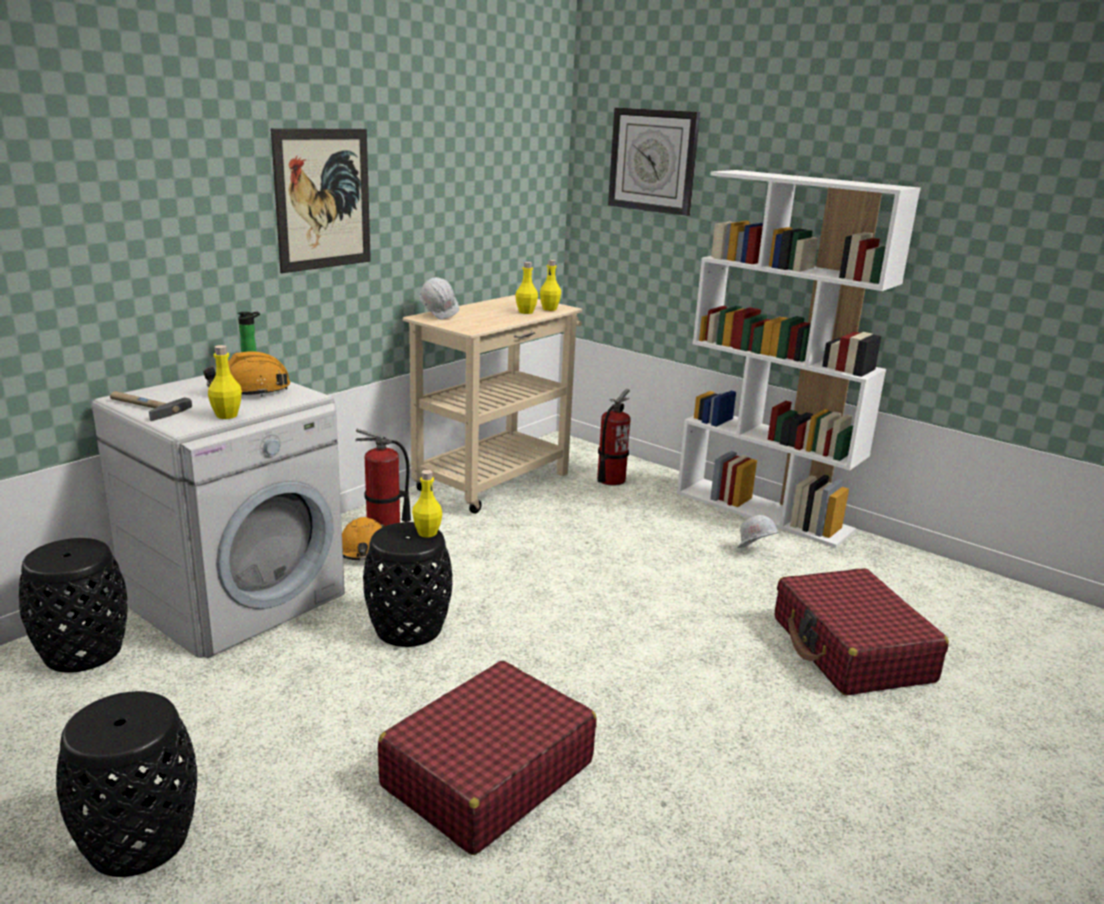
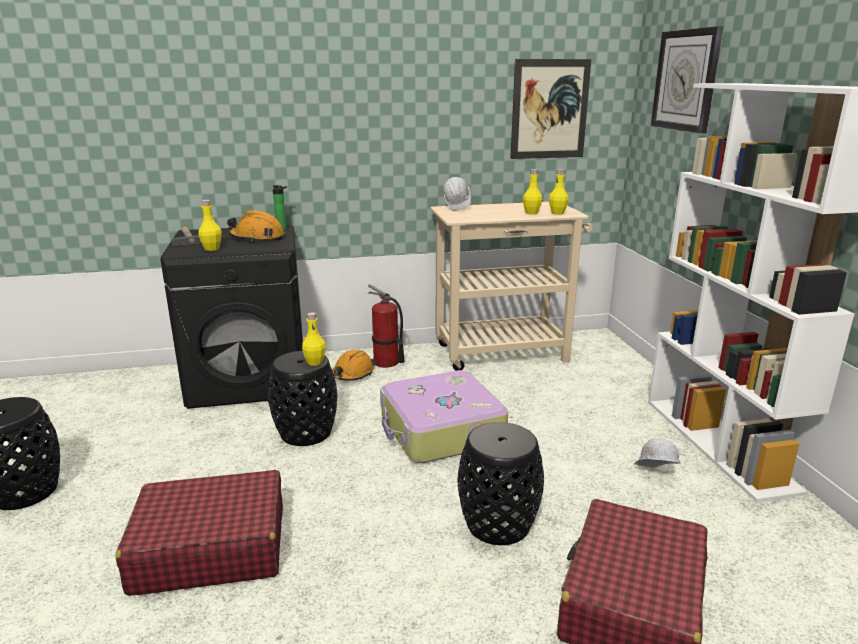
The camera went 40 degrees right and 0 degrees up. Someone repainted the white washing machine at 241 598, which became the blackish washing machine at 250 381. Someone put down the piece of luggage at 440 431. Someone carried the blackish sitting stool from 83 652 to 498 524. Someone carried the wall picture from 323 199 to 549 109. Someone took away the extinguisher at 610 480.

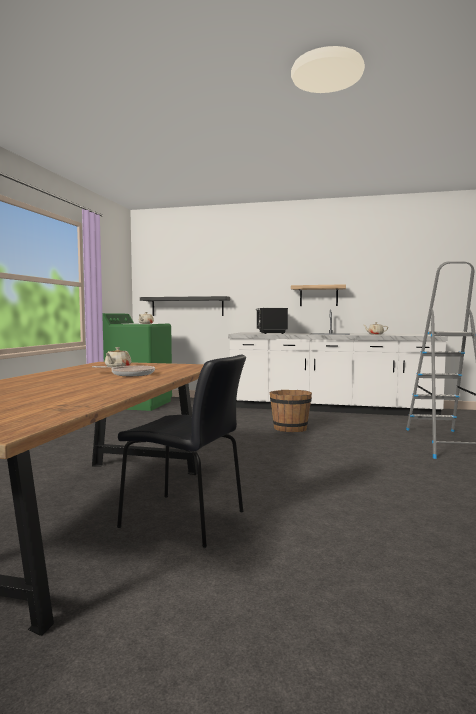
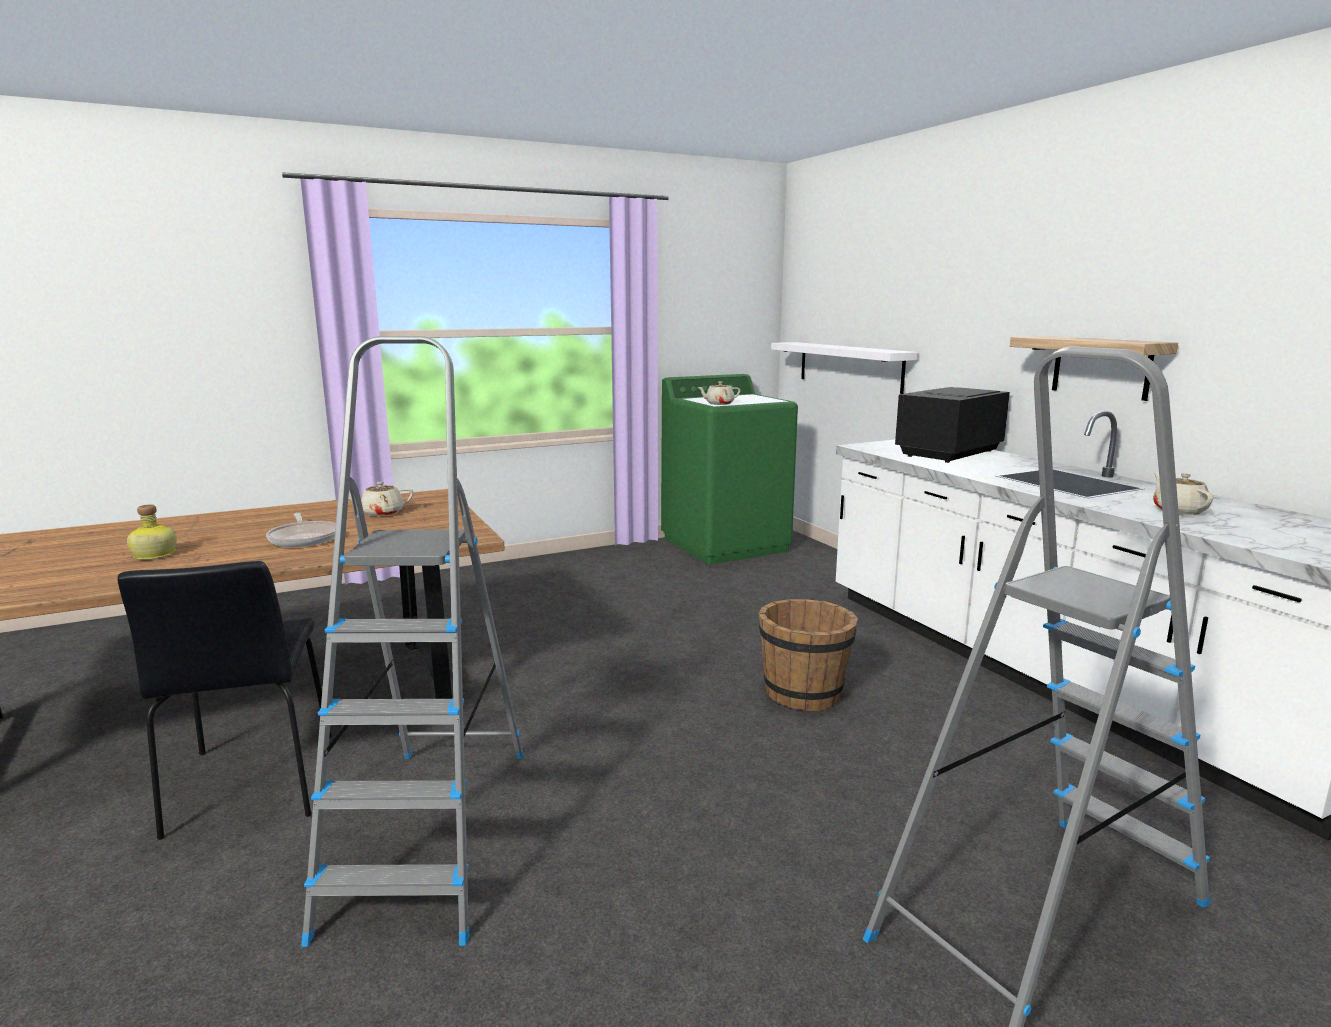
The camera went 50 degrees right and 10 degrees up. Someone put down the bottle at 153 555. Someone put down the grey stepladder at 431 834. Someone repainted the blackish wall shelf at 187 306, which became the white wall shelf at 849 366.

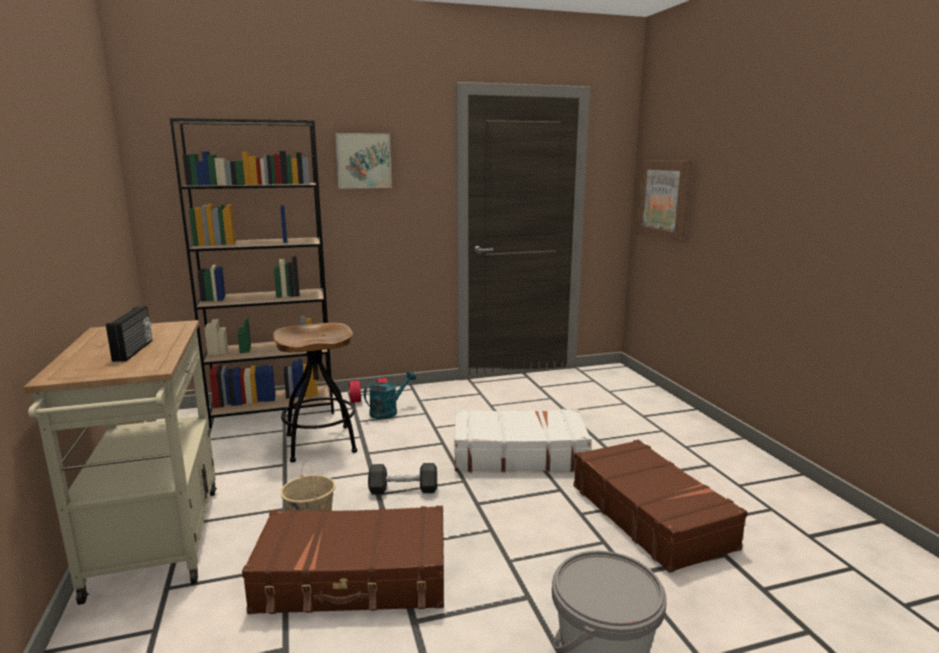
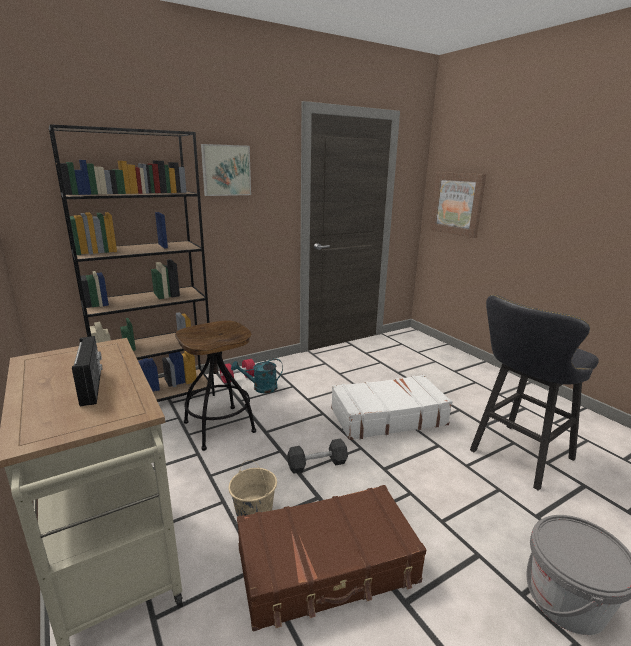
The camera went 15 degrees left and 5 degrees up. Someone rotated the blue-green sprinkling can at 388 411 by 135 degrees counterclockwise. Someone swapped the brownish piece of luggage at 651 515 for the blackish sitting stool at 515 459.

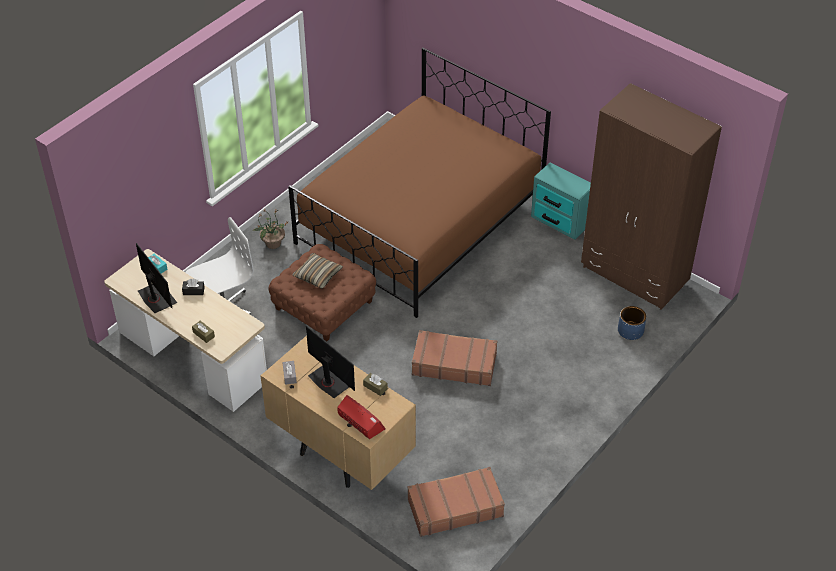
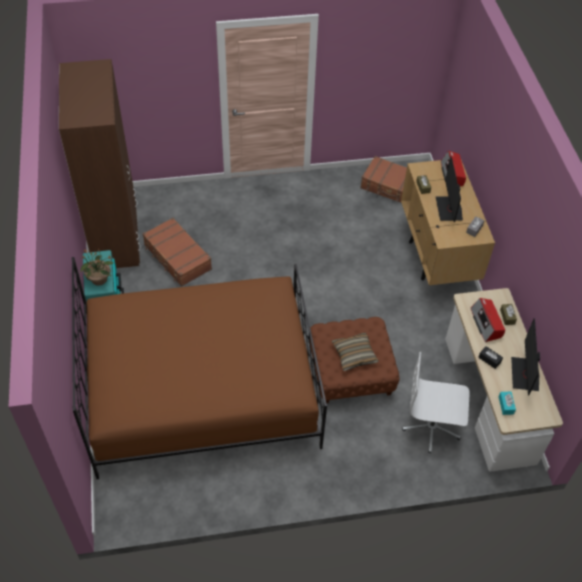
The camera went 140 degrees left and 5 degrees up. Someone carried the potted plant from 272 243 to 99 280. Someone carried the brownish piece of luggage from 454 364 to 177 257. Someone put down the radio at 486 323. Someone took away the blue plant pot at 630 331.

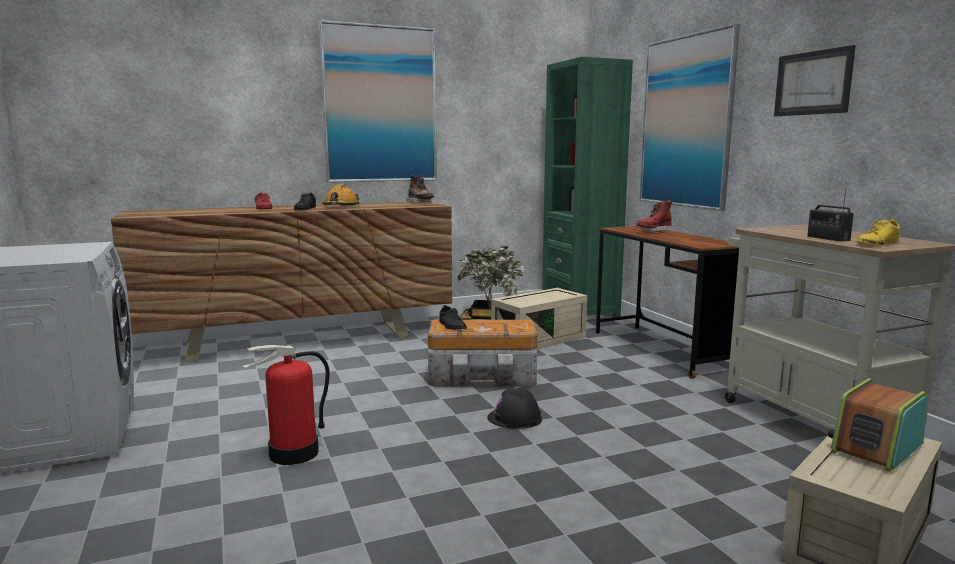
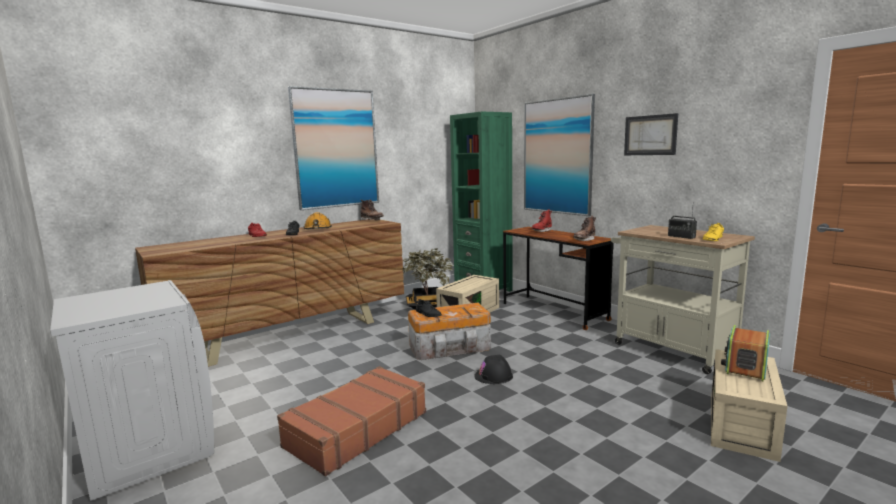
The camera went 15 degrees left and 0 degrees up. Someone swapped the extinguisher at 294 454 for the brownish piece of luggage at 356 429. Someone put down the brownish tall boot at 584 240.

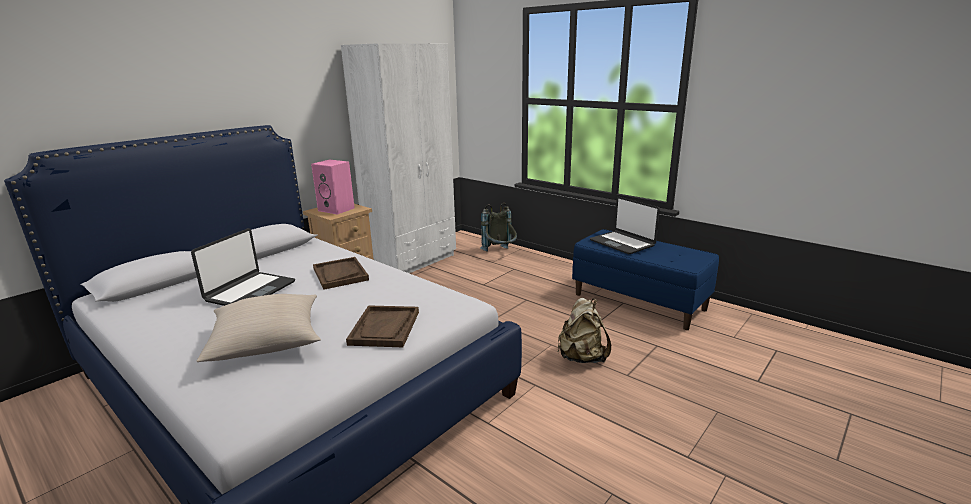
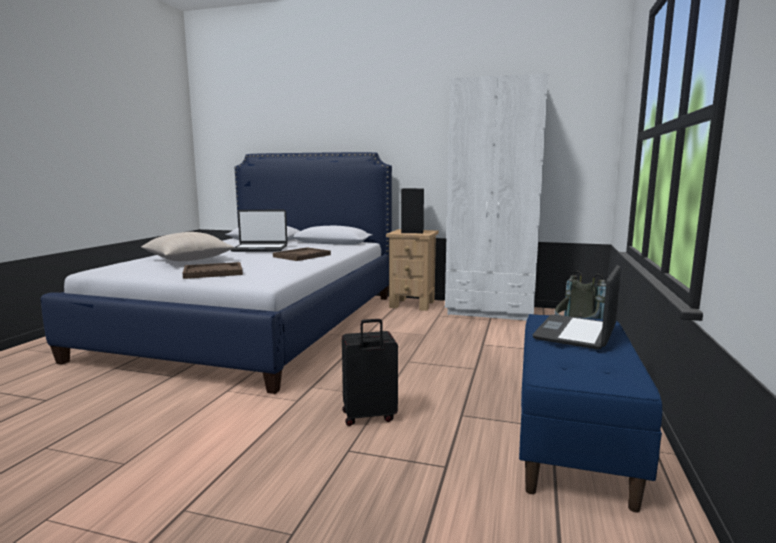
The camera went 65 degrees right and 10 degrees down. Someone swapped the sand-coloured rucksack at 582 357 for the blackish piece of luggage at 369 417. Someone repainted the pink-coloured loudspeaker at 337 209, which became the blackish loudspeaker at 413 231.

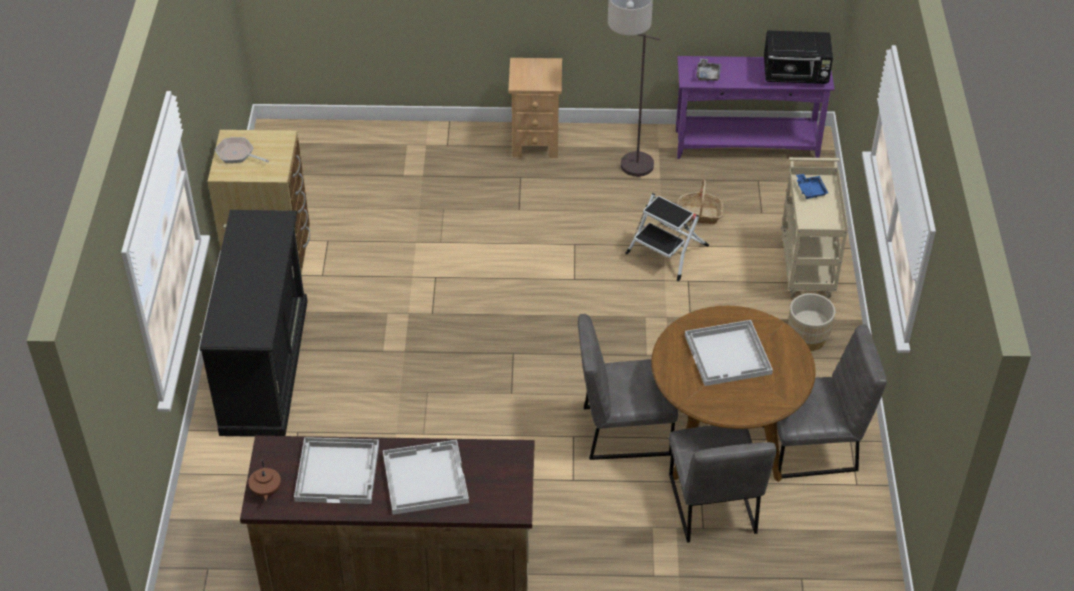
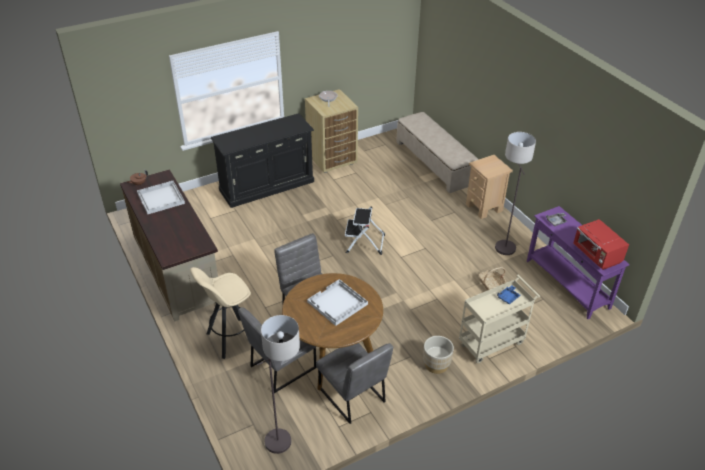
The camera went 60 degrees right and 5 degrees down. Someone put down the sand-coloured sitting stool at 230 338. Someone put down the grey standard lamp at 285 438. Someone carried the stepladder from 667 251 to 364 242. Someone put down the sand-coloured bench at 435 162. Someone repainted the blackish microwave oven at 796 75, which became the reddish microwave oven at 597 255. Someone took away the white serving tray at 424 478.

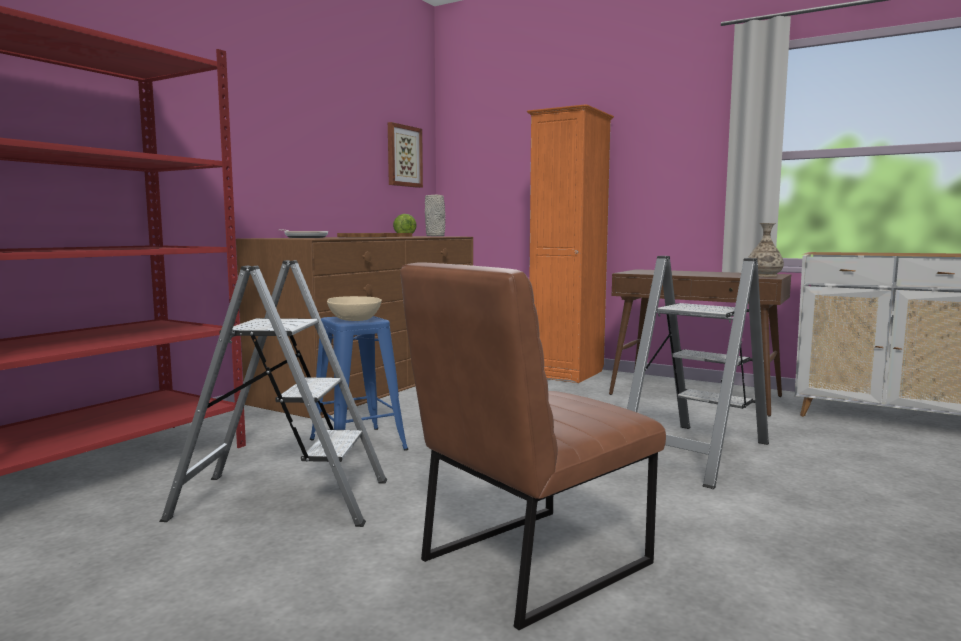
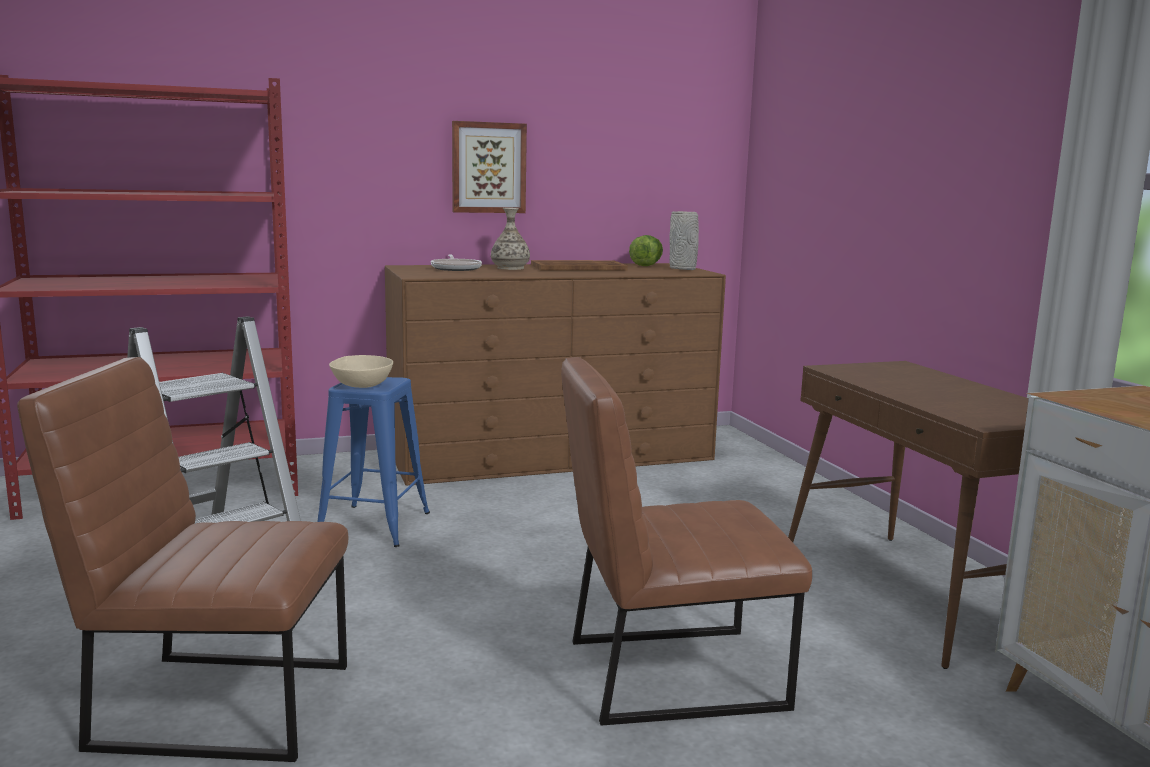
The camera went 40 degrees right and 5 degrees up. Someone carried the wall picture from 403 156 to 488 167. Someone carried the vase from 764 276 to 510 268. Someone swapped the grey stepladder at 694 453 for the brownish upright chair at 668 673. Someone took away the orange-coloured storage cabinet at 567 374.

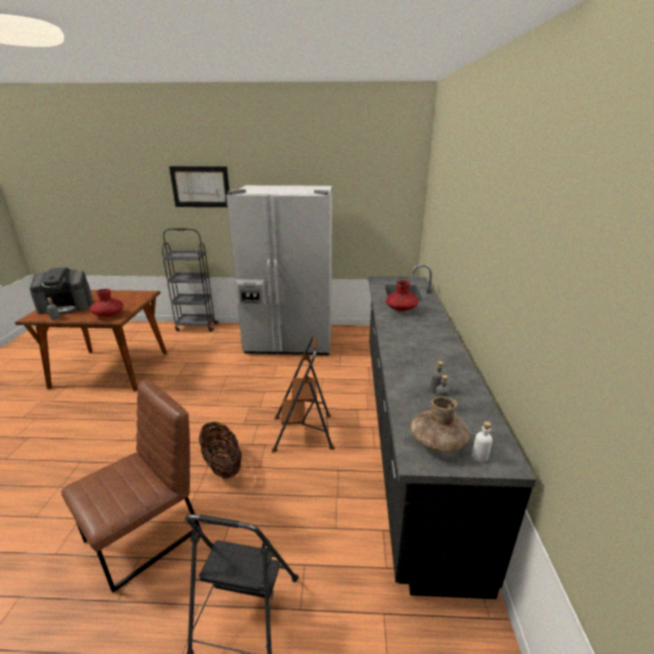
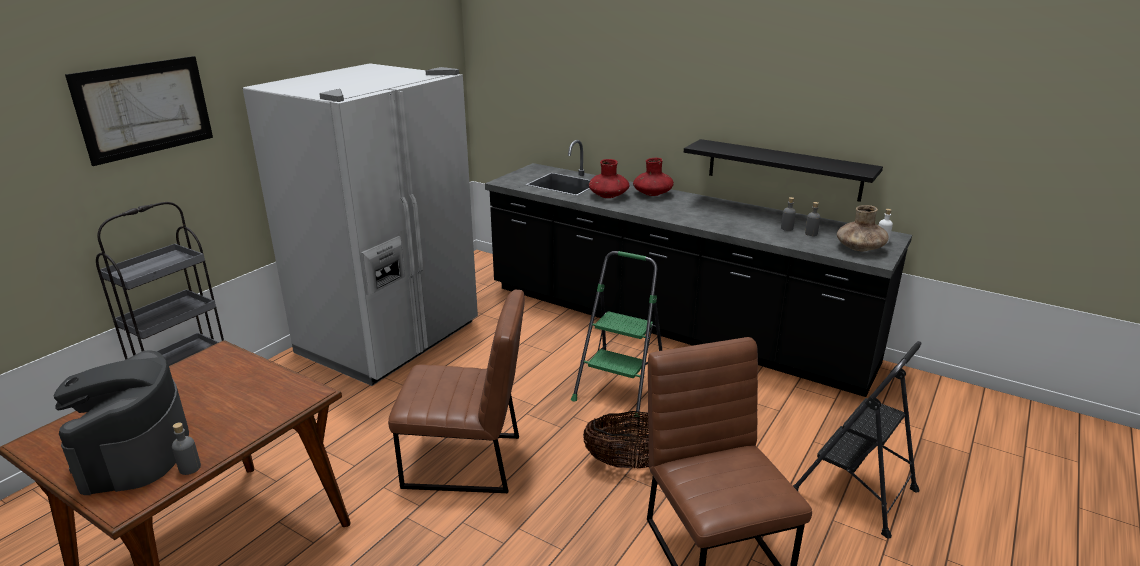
The camera went 60 degrees left and 0 degrees up. Someone rotated the coffee machine at 67 307 by 150 degrees clockwise. Someone put down the brownish upright chair at 466 462. Someone repainted the brownish stepladder at 305 432, which became the green stepladder at 621 386. Someone carried the reddish vase from 108 314 to 652 194. Someone put up the blackish wall shelf at 783 169.

